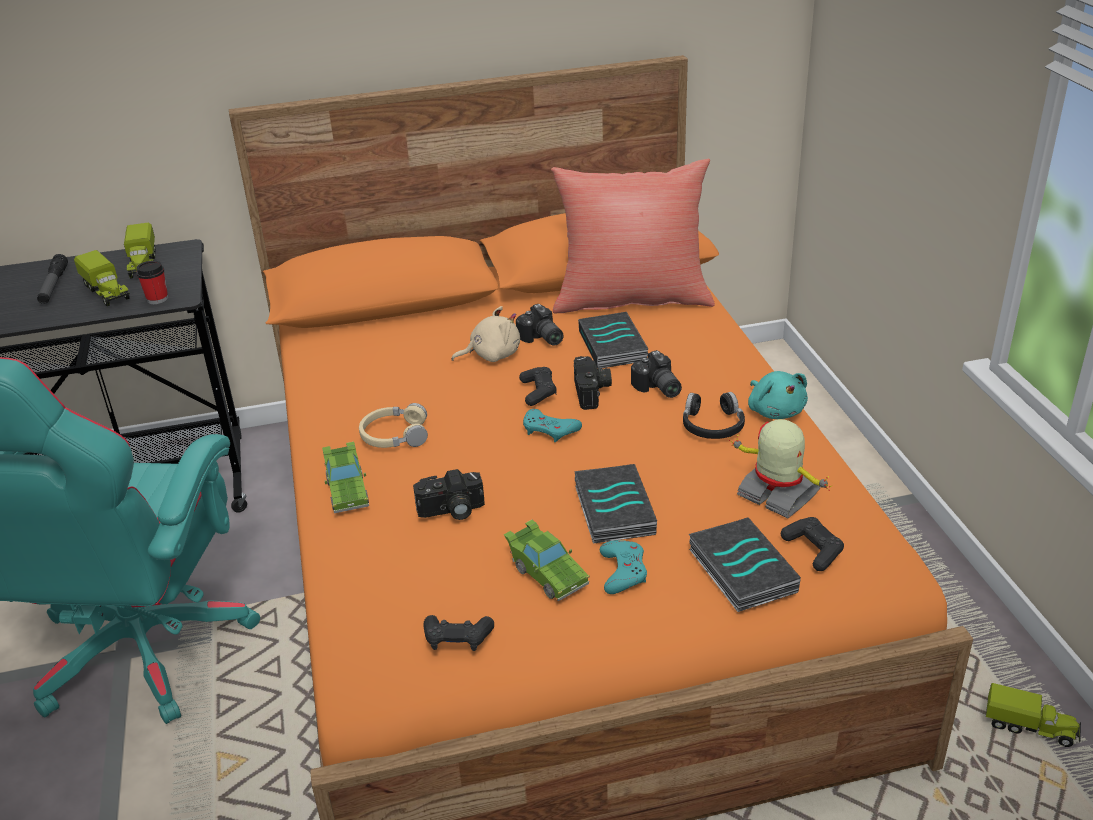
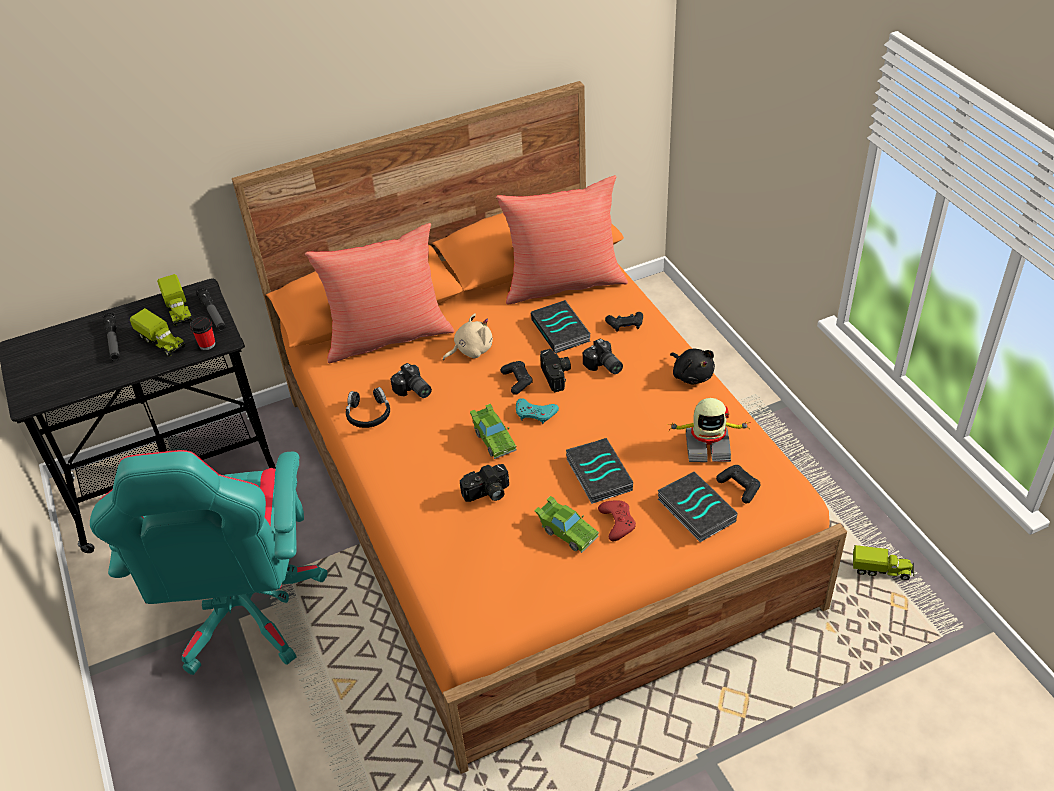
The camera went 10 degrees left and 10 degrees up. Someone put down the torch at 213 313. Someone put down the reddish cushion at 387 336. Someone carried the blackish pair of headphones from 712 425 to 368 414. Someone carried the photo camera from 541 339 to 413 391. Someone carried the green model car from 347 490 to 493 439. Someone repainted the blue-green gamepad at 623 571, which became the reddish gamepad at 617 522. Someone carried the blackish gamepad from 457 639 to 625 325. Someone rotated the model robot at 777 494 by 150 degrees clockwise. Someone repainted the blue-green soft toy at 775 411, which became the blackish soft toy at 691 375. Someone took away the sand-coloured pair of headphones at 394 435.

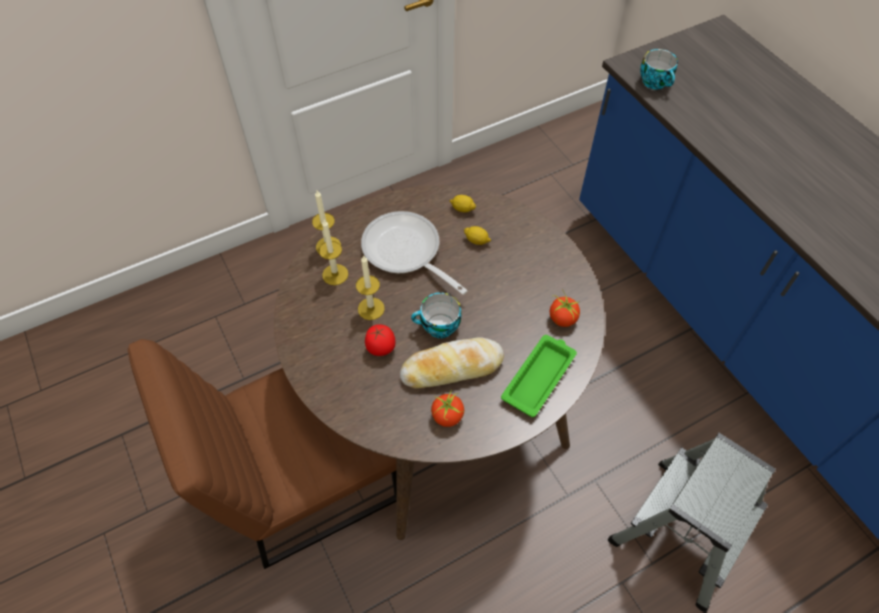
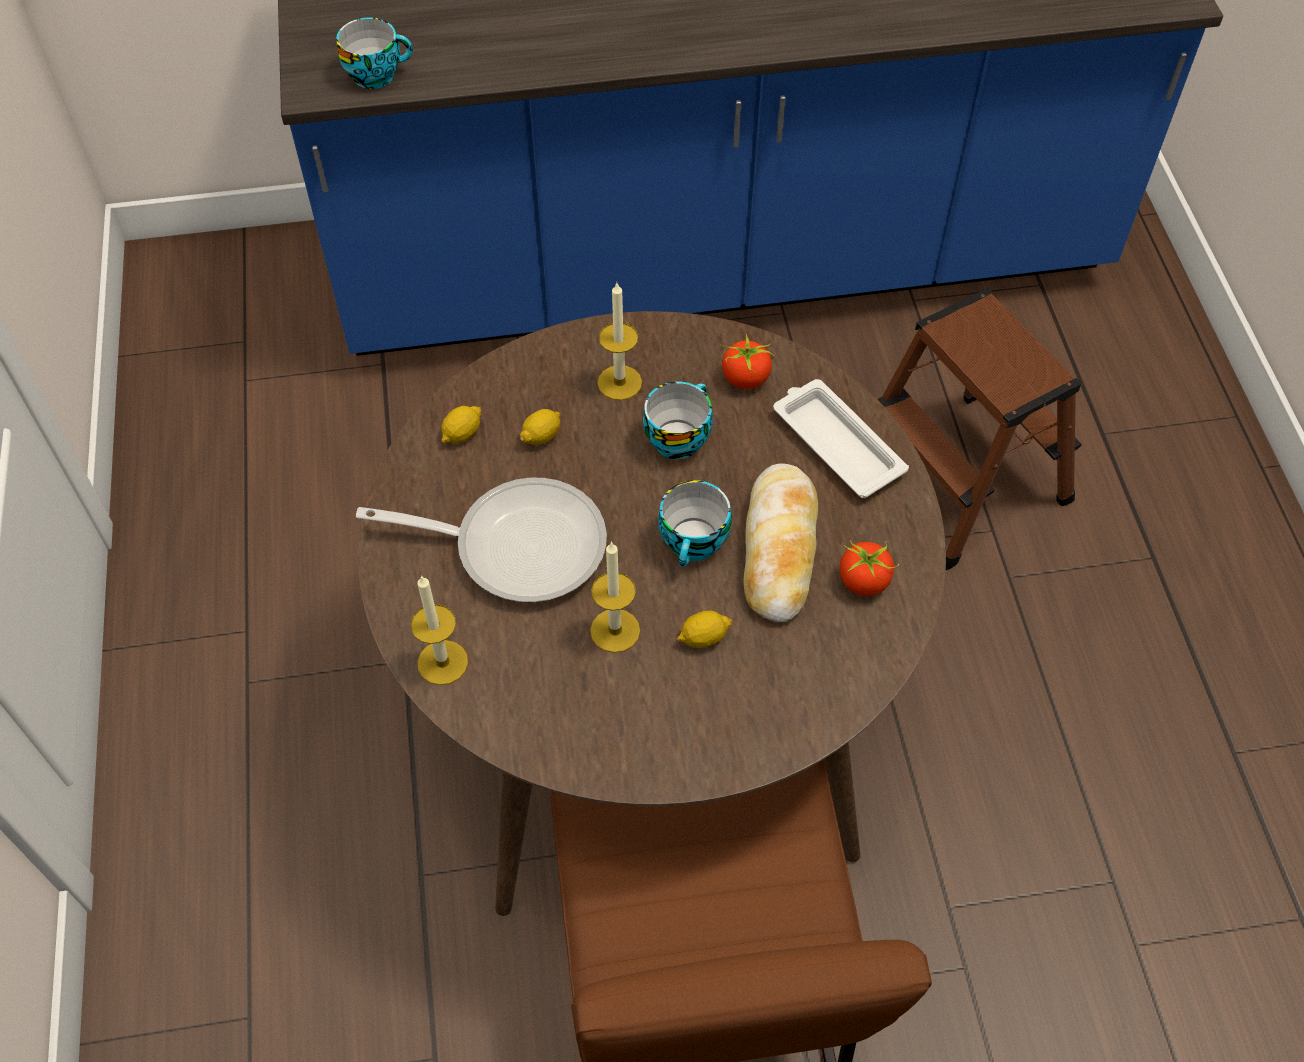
The camera went 70 degrees left and 0 degrees up. Someone rotated the frying pan at 405 252 by 150 degrees counterclockwise. Someone carried the candle from 335 274 to 619 382. Someone put down the drinking cup at 677 437. Someone swapped the whole tomato at 381 348 for the whole lemon at 703 638. Someone repainted the green serving tray at 539 376, which became the white serving tray at 836 442. Someone repainted the grey stepladder at 681 533, which became the brownish stepladder at 961 478.

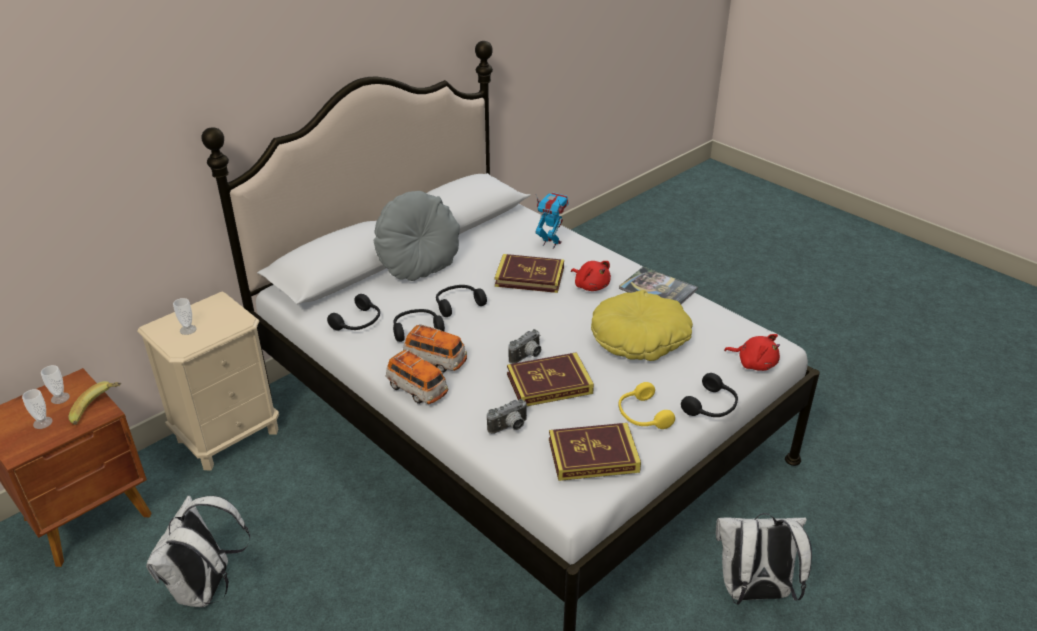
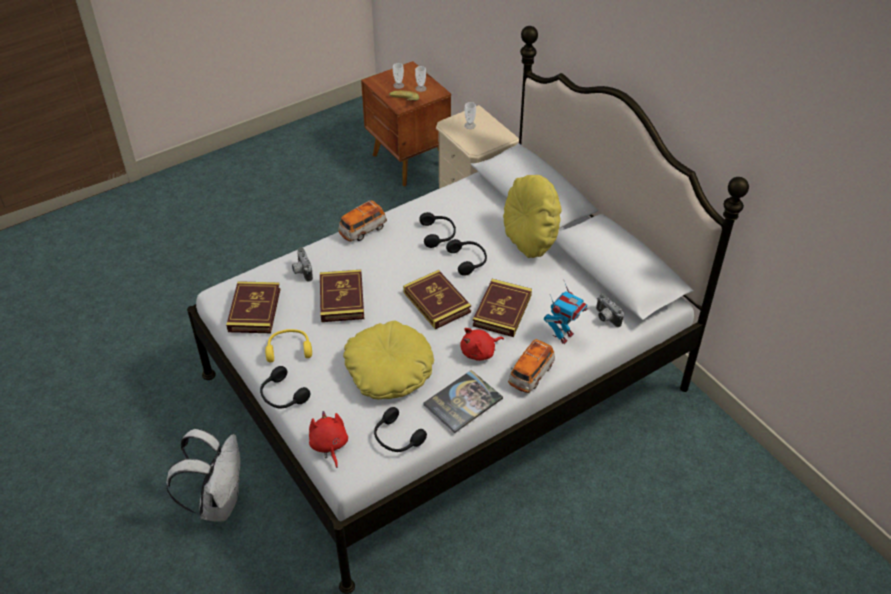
The camera went 100 degrees right and 10 degrees up. Someone rotated the reddish soft toy at 754 363 by 120 degrees clockwise. Someone carried the blackish pair of headphones from 358 322 to 396 438. Someone put down the book at 437 302. Someone repainted the grey cushion at 419 269, which became the yellow cushion at 529 242. Someone carried the model car from 435 361 to 531 375. Someone carried the photo camera from 527 357 to 605 318. Someone took away the white rucksack at 206 589.

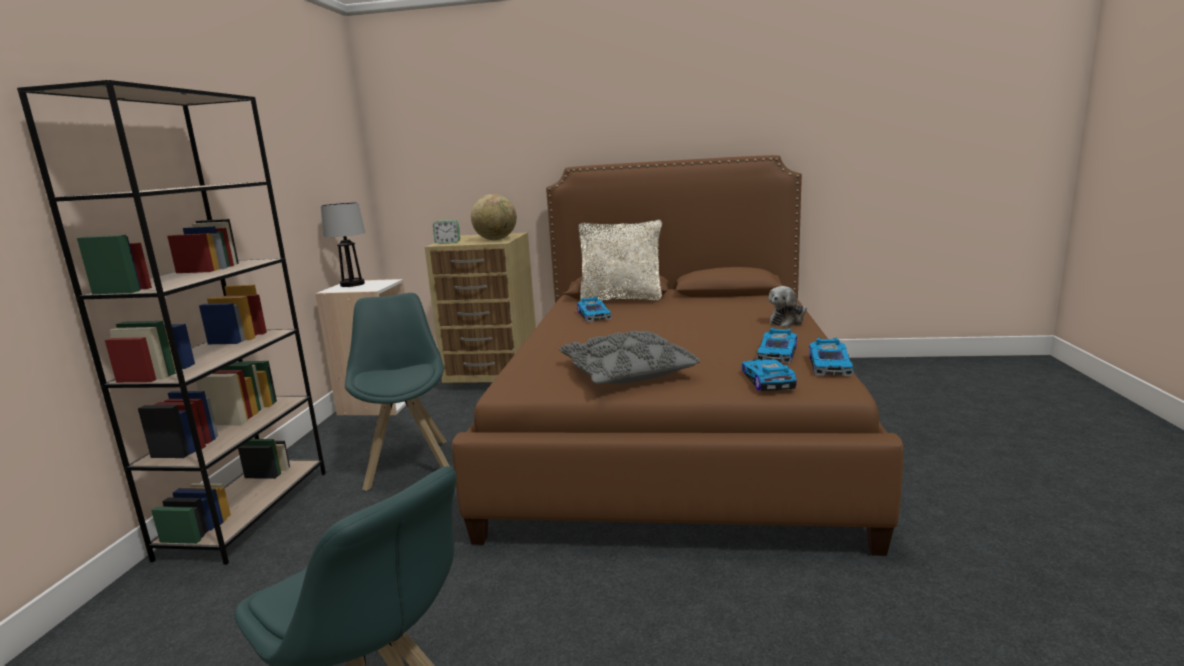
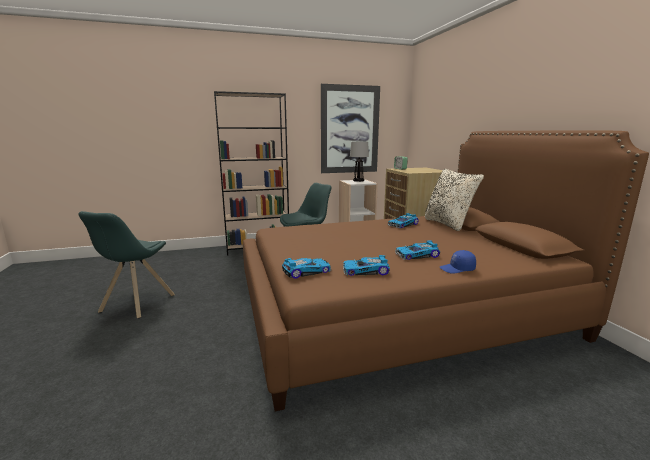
The camera went 65 degrees right and 0 degrees up. Someone put up the wall picture at 350 130. Someone carried the model car from 831 366 to 417 255. Someone swapped the soft toy at 788 321 for the blue cap at 457 269. Someone took away the desk globe at 496 239. Someone took away the grey cushion at 627 373.

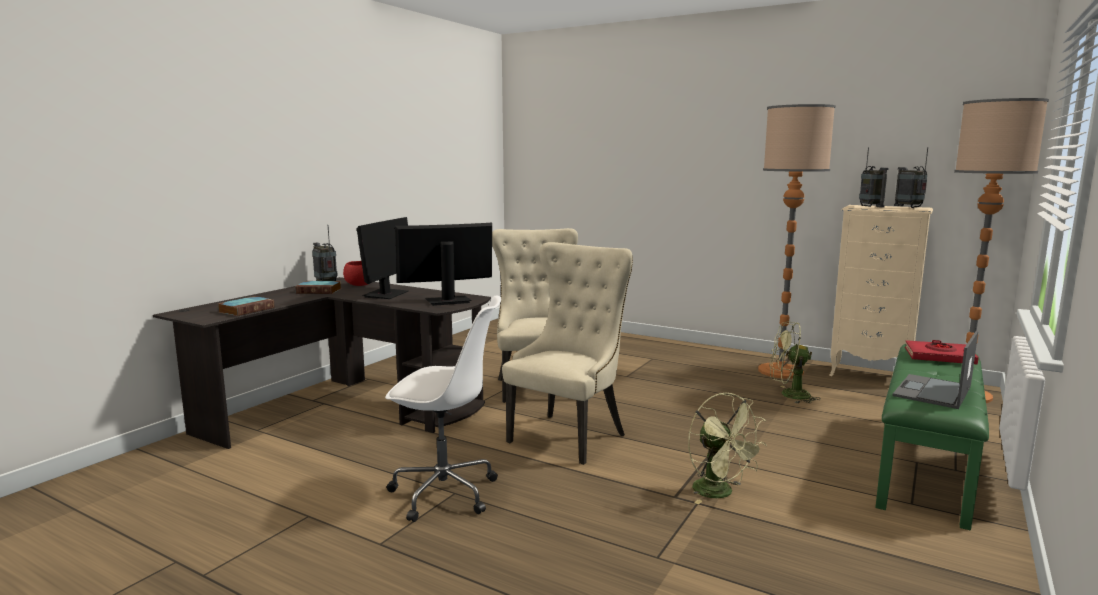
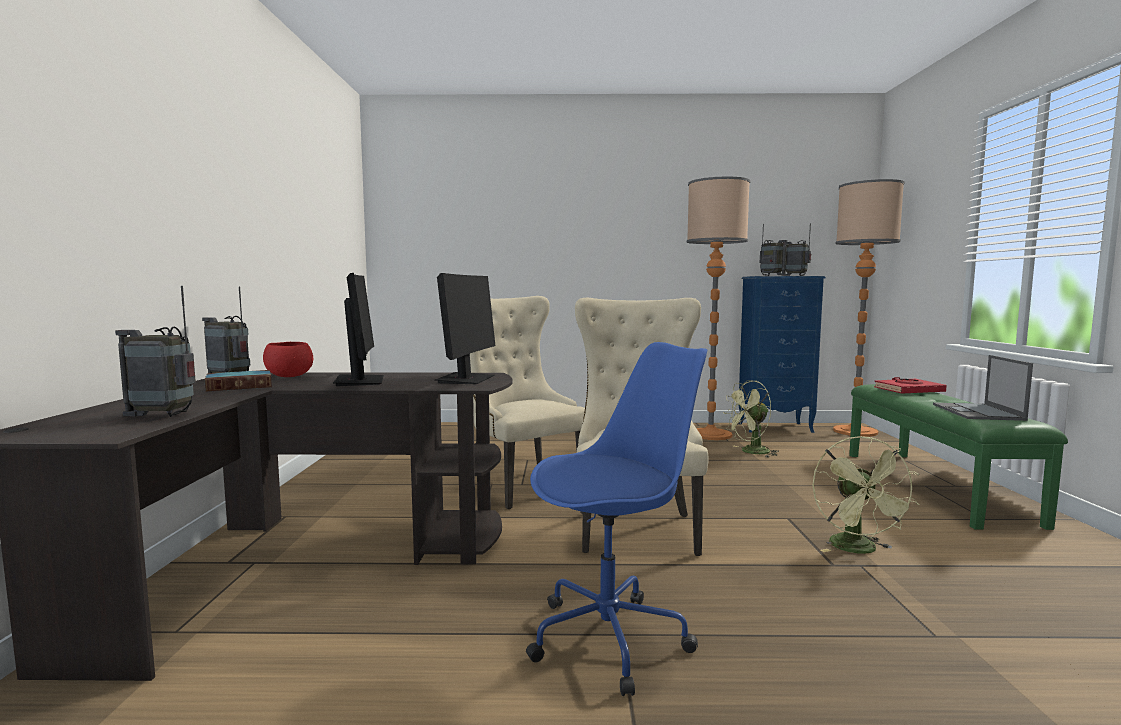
The camera went 30 degrees left and 5 degrees down. Someone swapped the book at 247 309 for the radio at 163 415. Someone rotated the monitor at 448 301 by 150 degrees clockwise. Someone repainted the white computer chair at 447 493, which became the blue computer chair at 612 638. Someone repainted the sand-coloured dresser at 869 376, which became the blue dresser at 776 428. Someone rotated the green fan at 720 493 by 60 degrees clockwise.

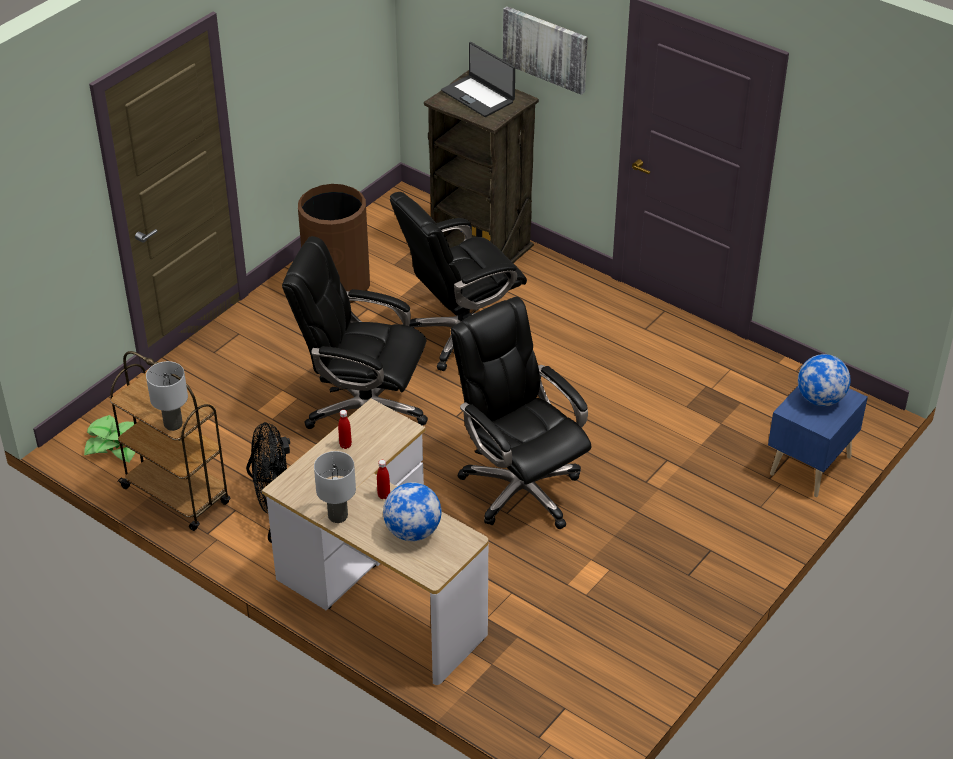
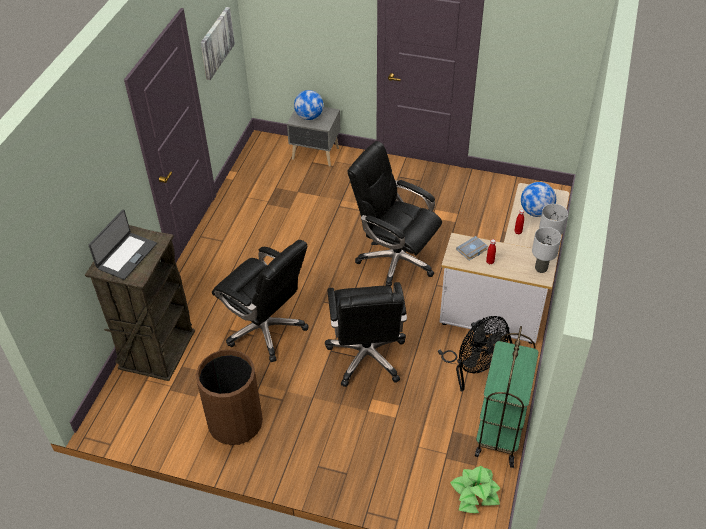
The camera went 110 degrees left and 5 degrees up. Someone carried the wall picture from 546 49 to 216 43. Someone repainted the blue night table at 808 466, which became the grey night table at 316 154. Someone rotated the blackish computer chair at 520 488 by 90 degrees clockwise. Someone put down the grey book at 472 250. Someone repainted the brownish wheeled cart at 177 497, which became the green wheeled cart at 501 428. Someone carried the white tabletop lamp from 173 424 to 540 269.

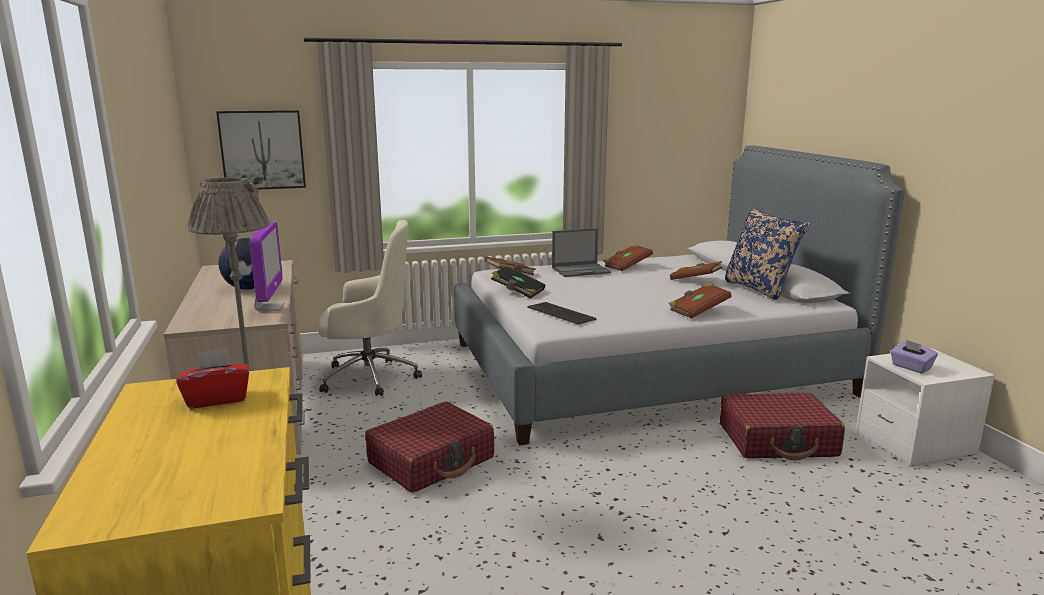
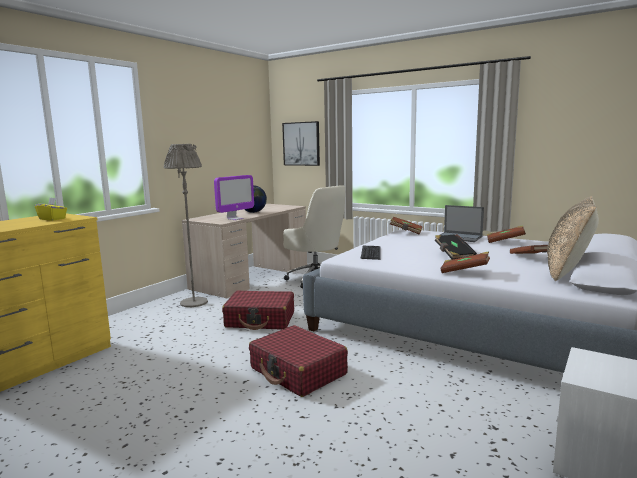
The camera went 50 degrees right and 5 degrees down. Someone repainted the reddish tissue holder at 217 399, which became the yellow tissue holder at 52 219. Someone carried the reddish piece of luggage from 777 440 to 298 371. Someone carried the blackish book from 518 292 to 453 255. Someone repainted the blue cushion at 759 291, which became the sand-coloured cushion at 568 274. Someone took away the purple tissue holder at 910 367.

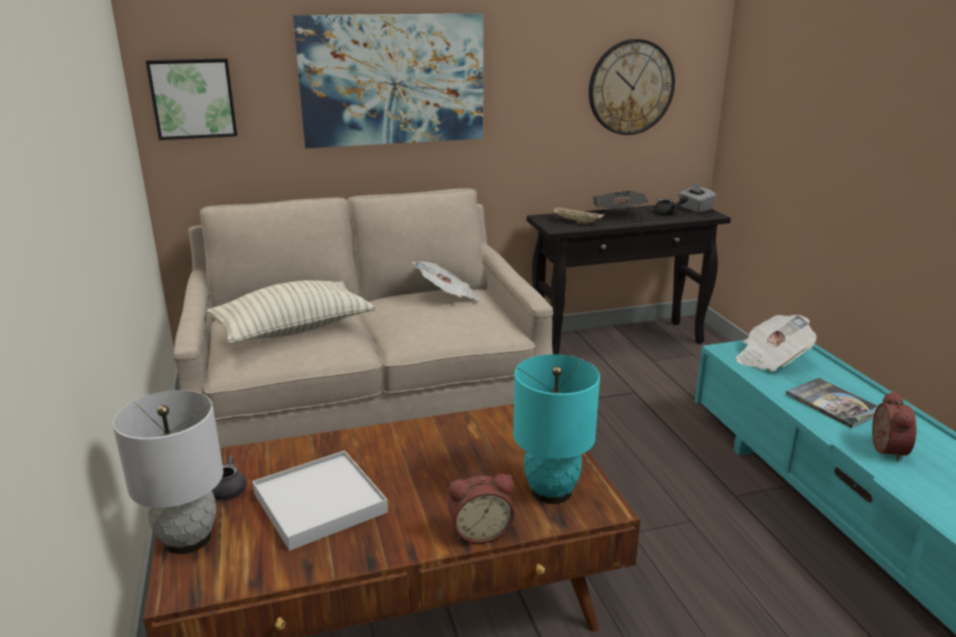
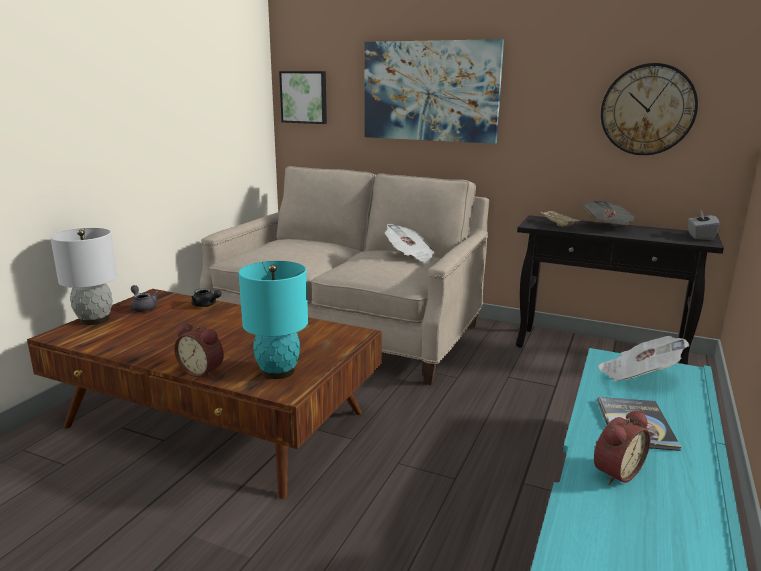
The camera went 40 degrees right and 5 degrees down. Someone carried the blackish pot for tea from 668 213 to 206 305. Someone took away the cushion at 293 330. Someone took away the white serving tray at 319 503.

